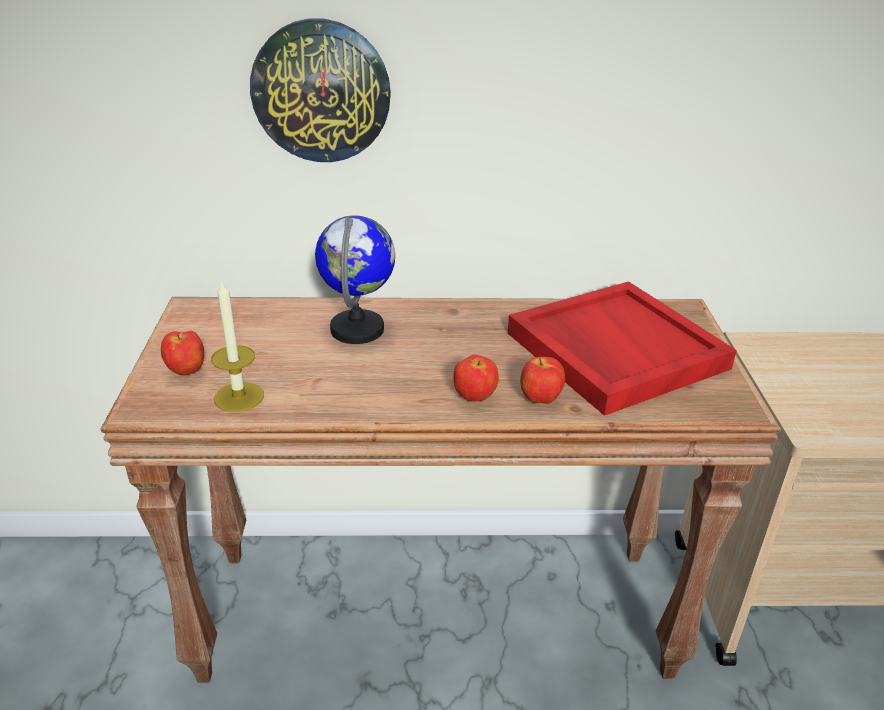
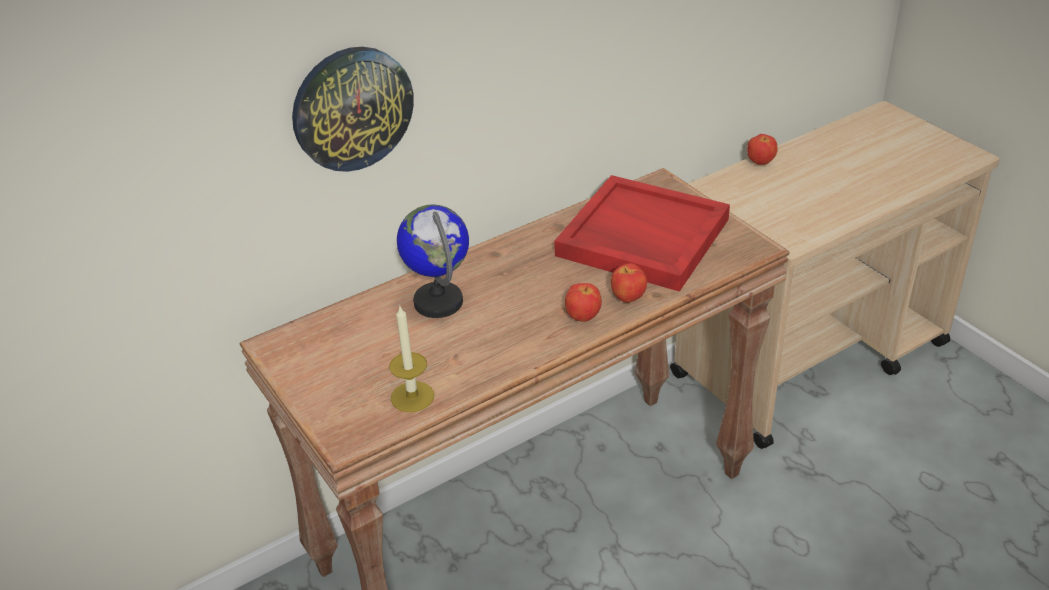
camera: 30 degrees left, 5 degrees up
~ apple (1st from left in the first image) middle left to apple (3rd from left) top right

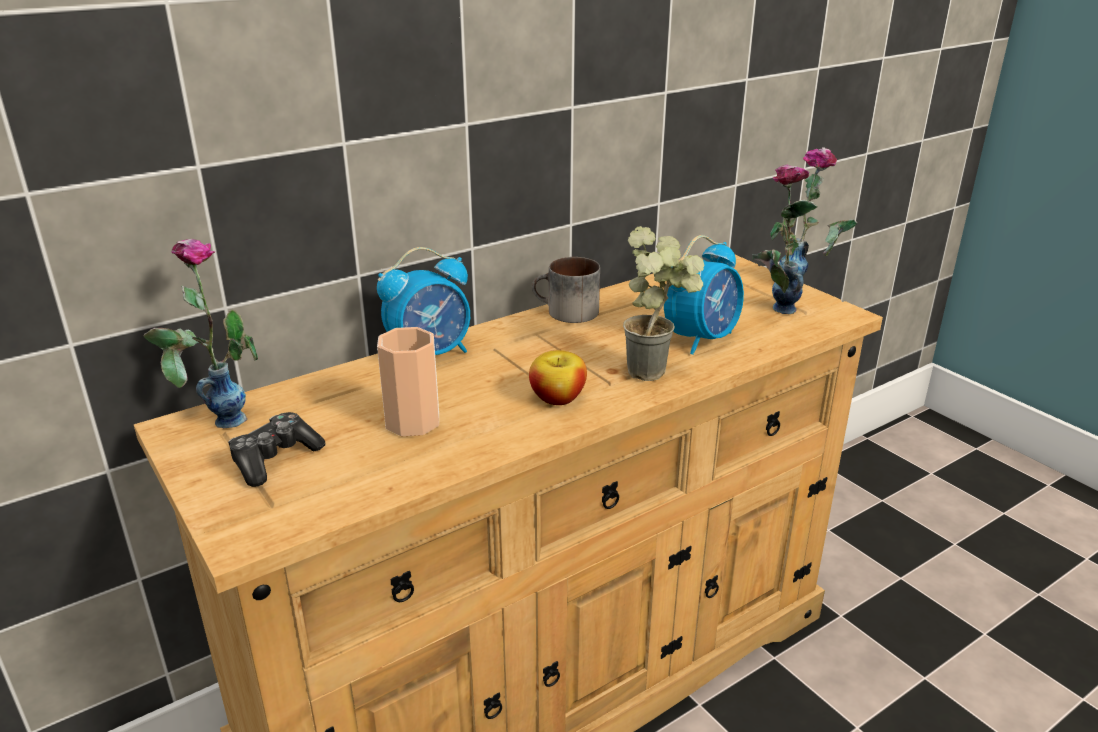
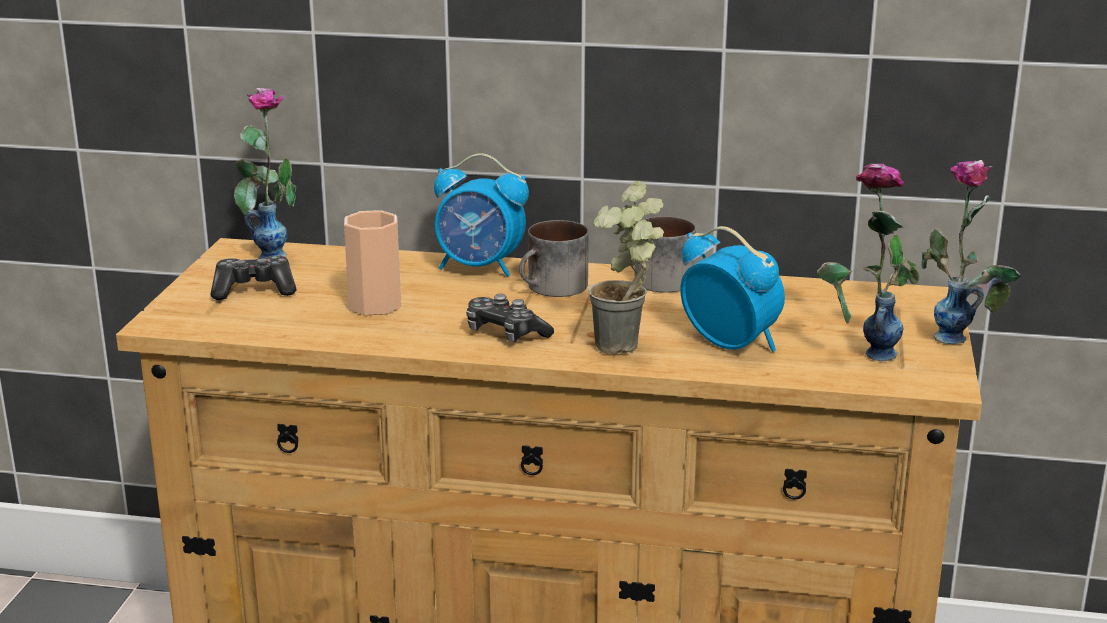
camera: 45 degrees right, 5 degrees down
~ apple centre to game controller (2nd from left) centre
~ alarm clock (2nd from left) centre = centre 135 degrees counterclockwise
+ mug (1st from left) centre

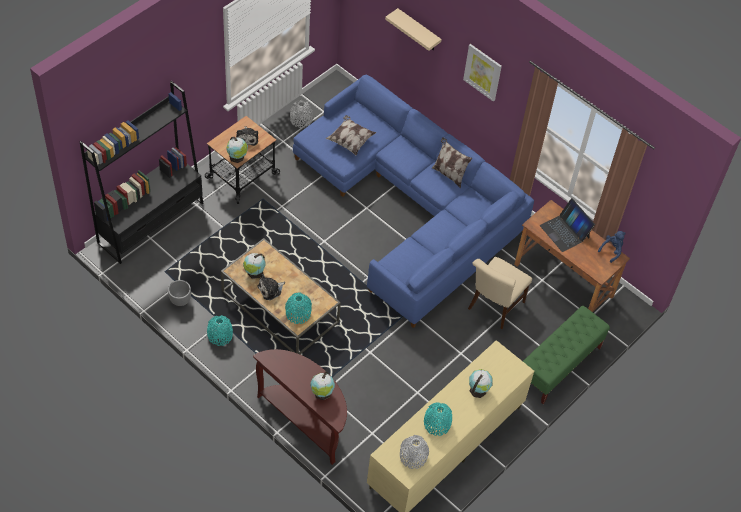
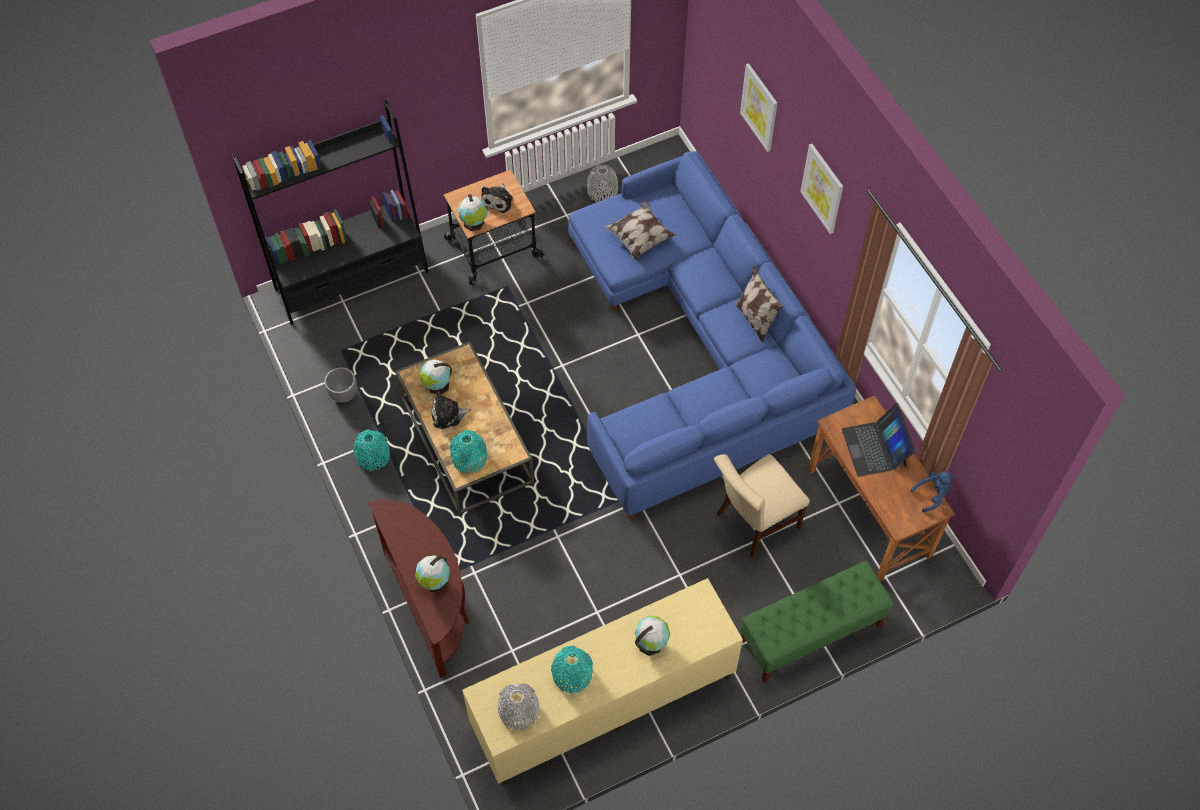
camera: 25 degrees right, 5 degrees up
~ shelf (beige) top centre to picture (1st from left) top centre

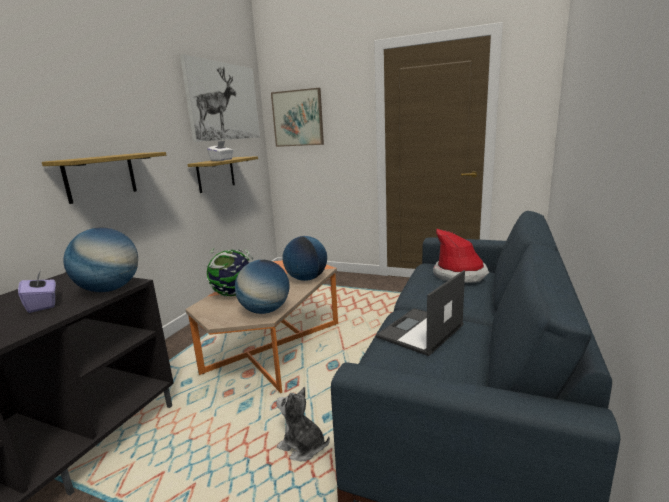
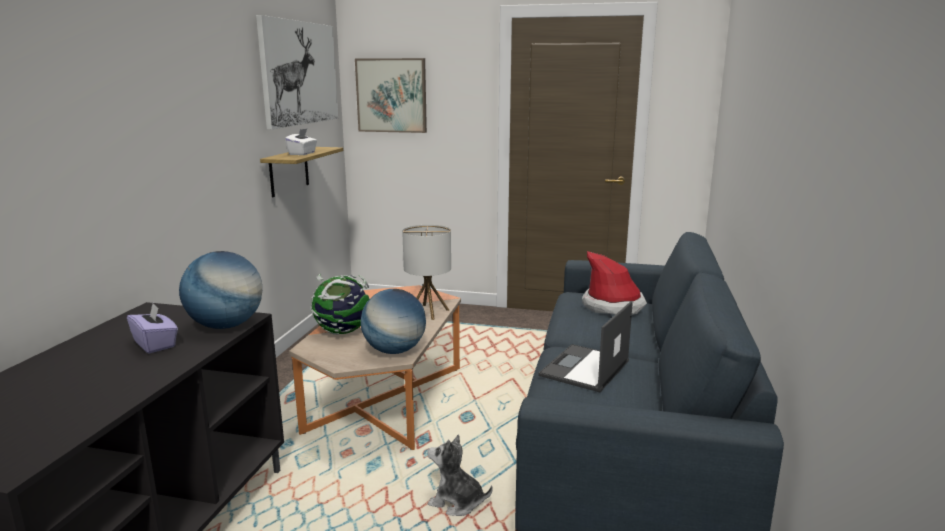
camera: 10 degrees left, 0 degrees up
- shelf (1st from left) middle left
~ globe (4th from left) centre to table lamp centre

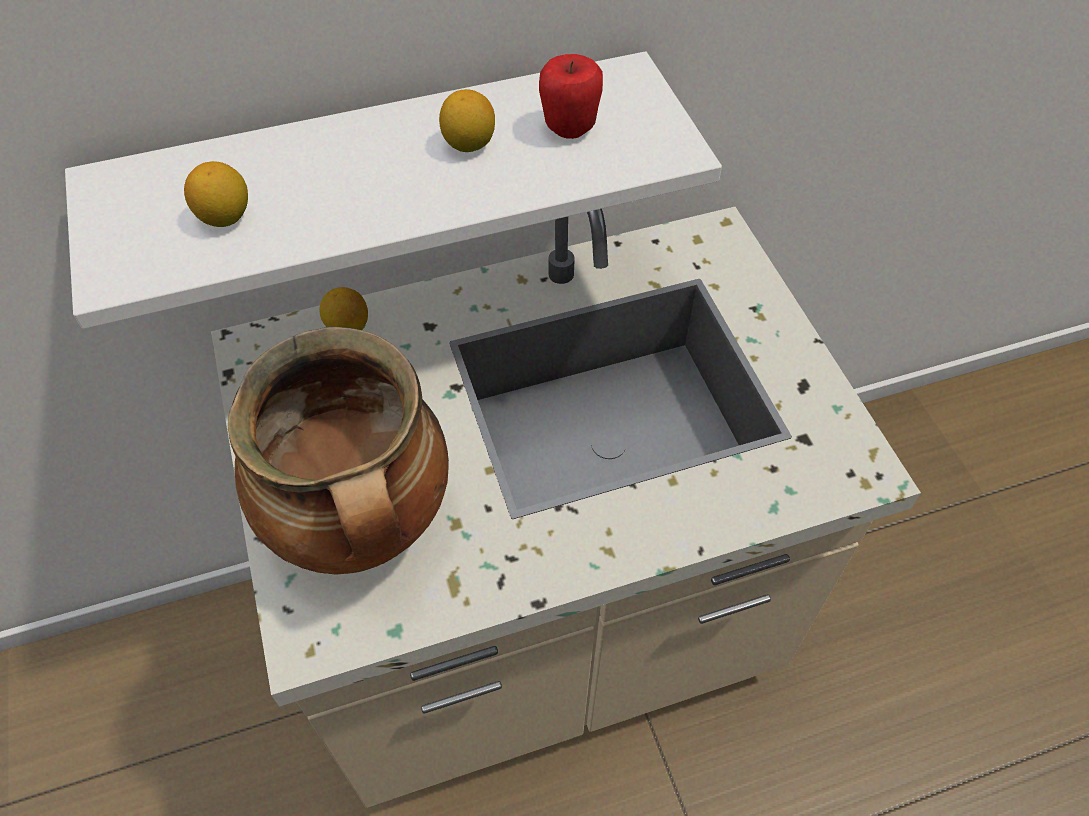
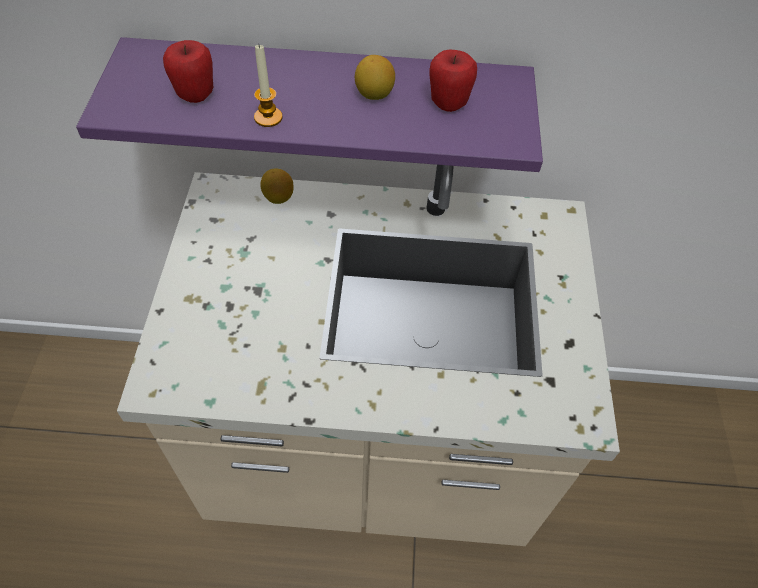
camera: 20 degrees right, 0 degrees up
~ shelf (white) top centre to shelf (purple) top centre
~ lemon (1st from left) top left to apple (1st from left) top left
- cooking pot middle left
+ candle top centre

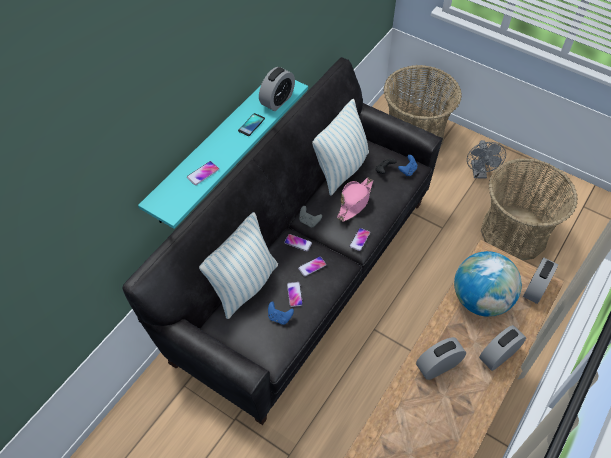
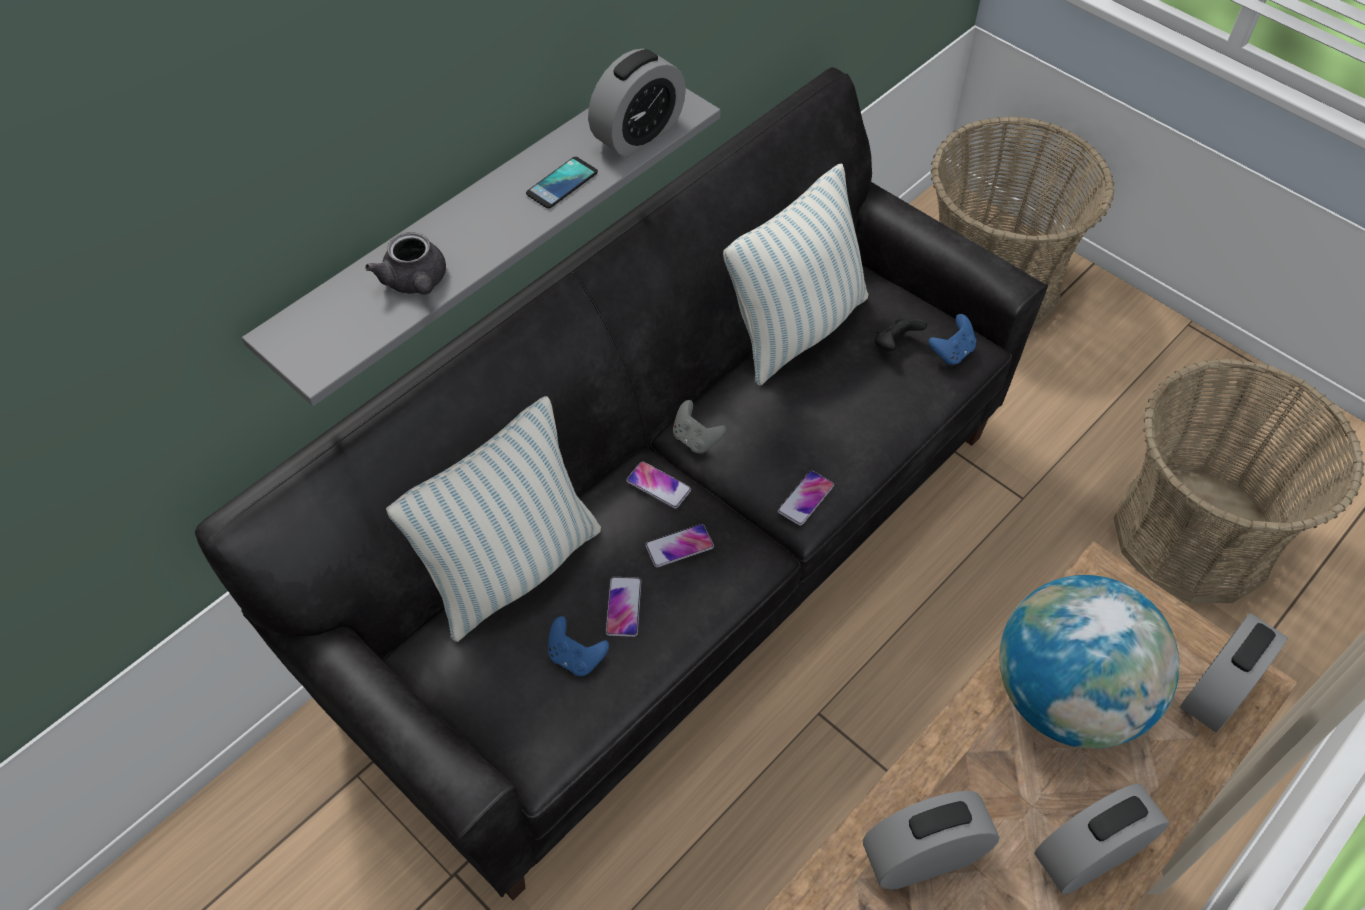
camera: 10 degrees right, 0 degrees up
~ shelf (turquoise) centre to shelf (grey) top centre
~ phone (1st from left) middle left to teapot (grey) top left
- hat (pink) centre
- fan (grey) middle right

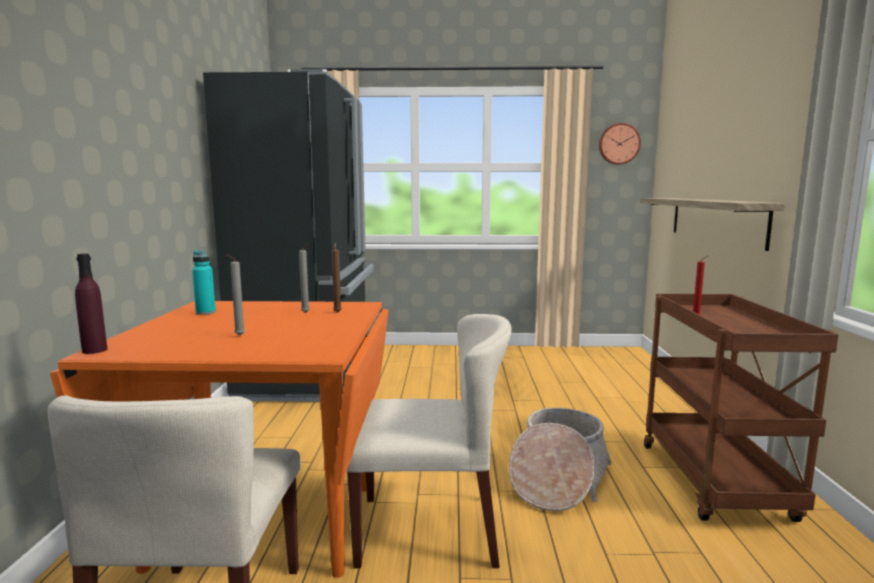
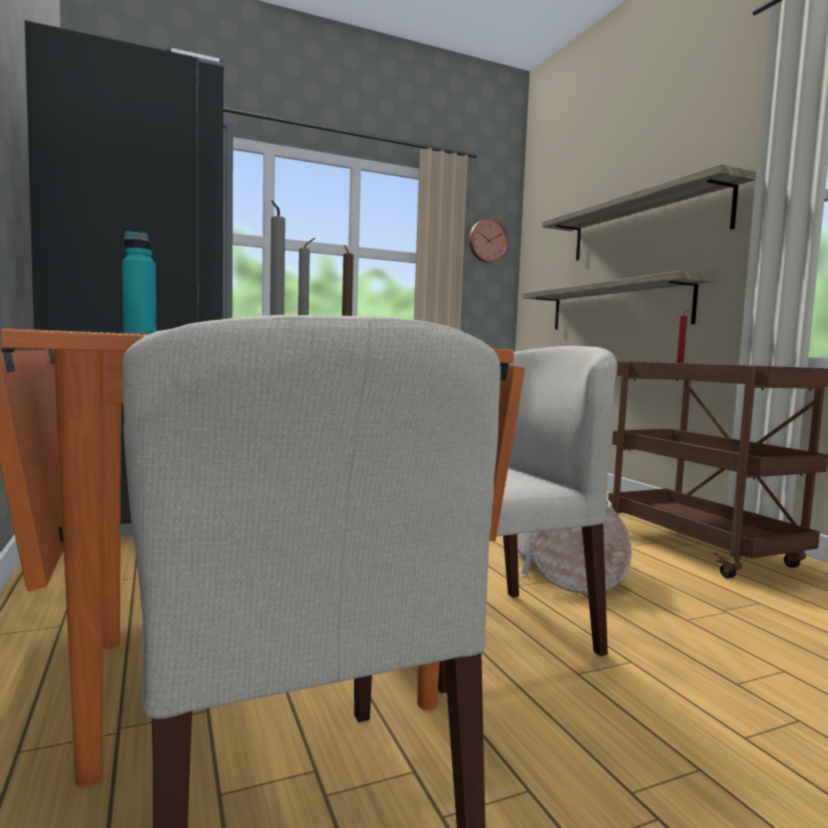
camera: 25 degrees left, 5 degrees down
- bottle (purple) middle left
+ shelf (2nd from left) top right

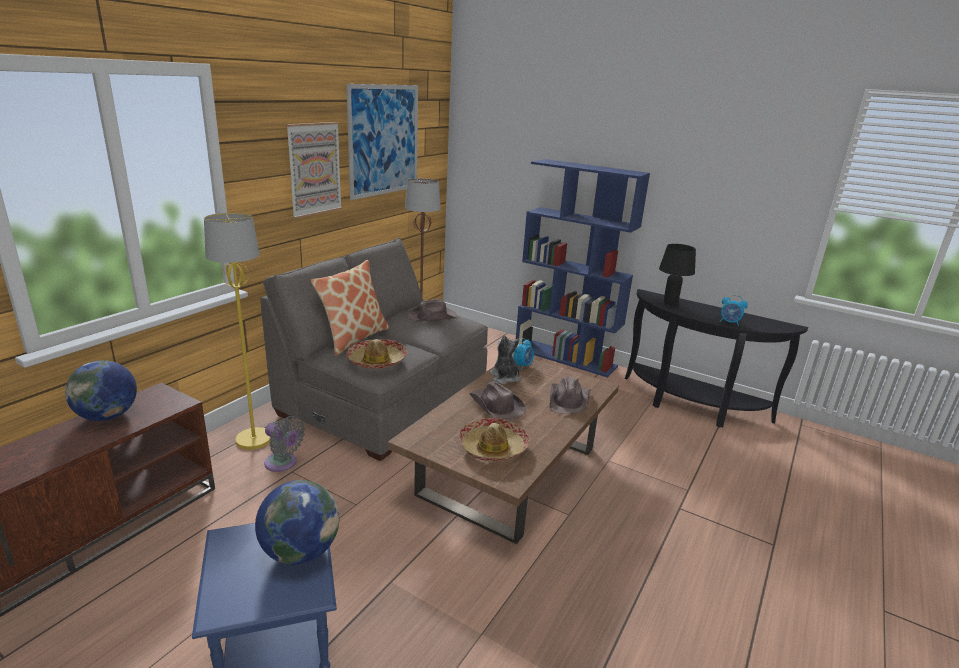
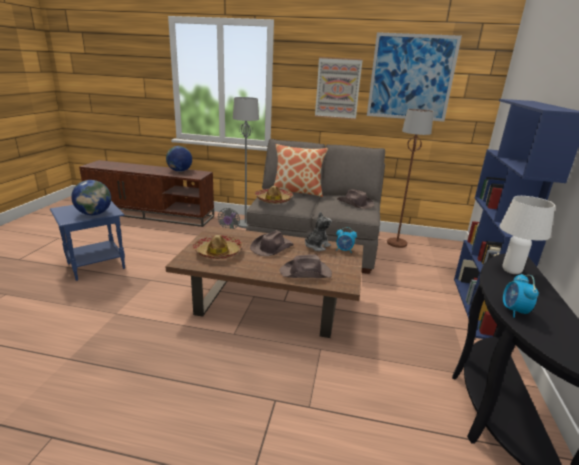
camera: 70 degrees right, 0 degrees up
~ floor lamp (yellow) middle left to floor lamp (grey) centre
~ table lamp (black) middle right to table lamp (white) middle right

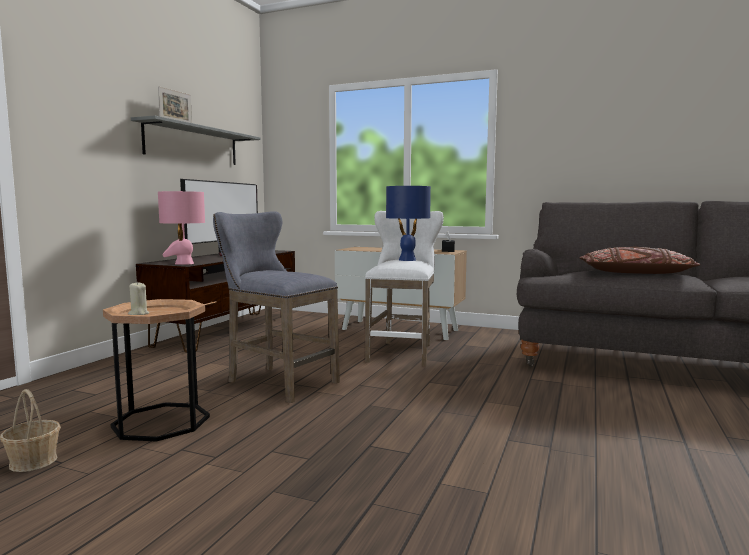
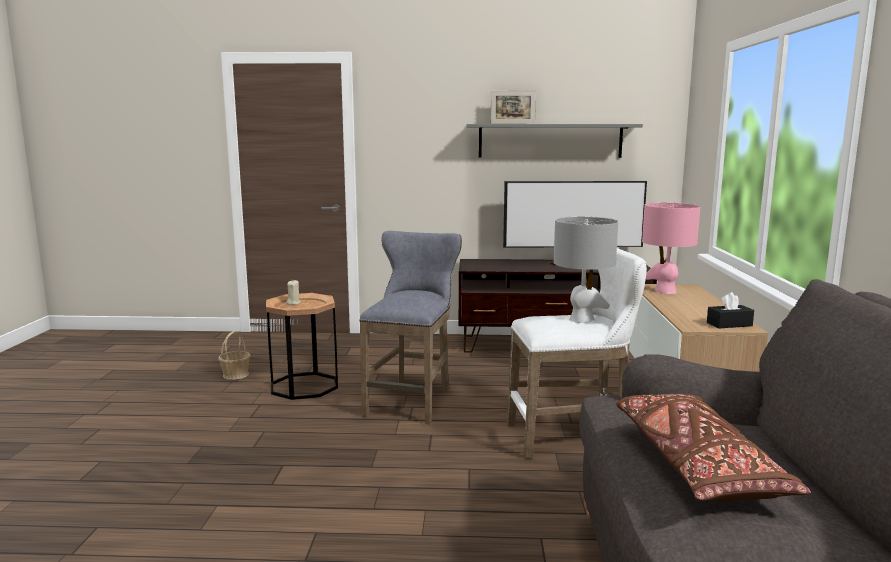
camera: 70 degrees right, 5 degrees up
~ table lamp (pink) middle left to middle right
~ table lamp (blue) centre to table lamp (grey) centre

